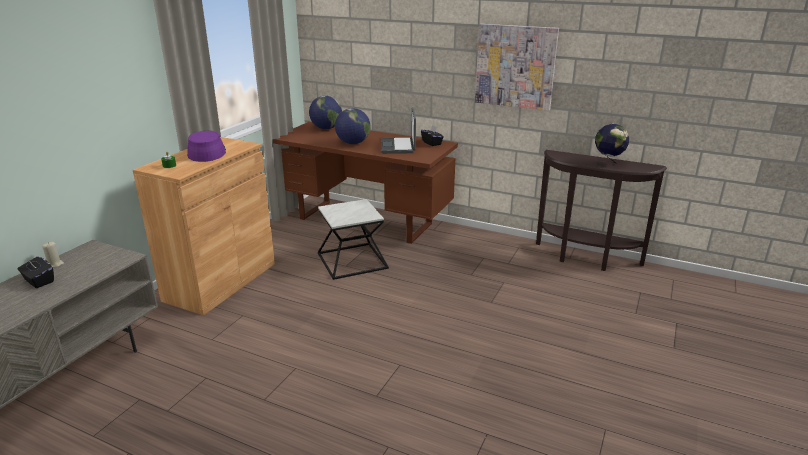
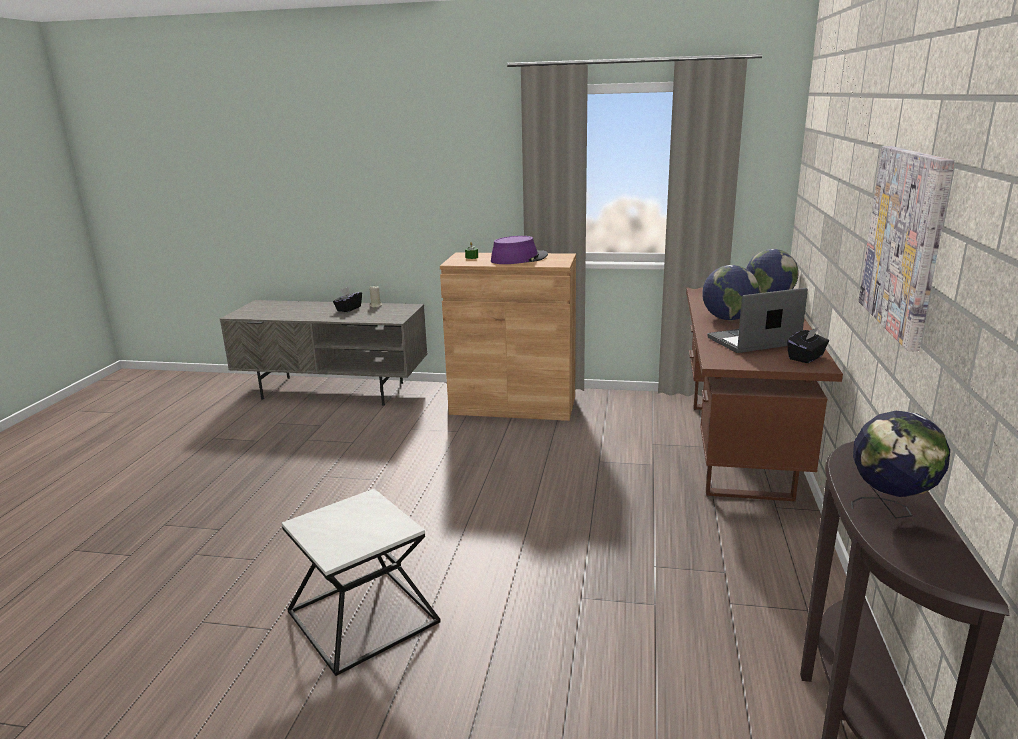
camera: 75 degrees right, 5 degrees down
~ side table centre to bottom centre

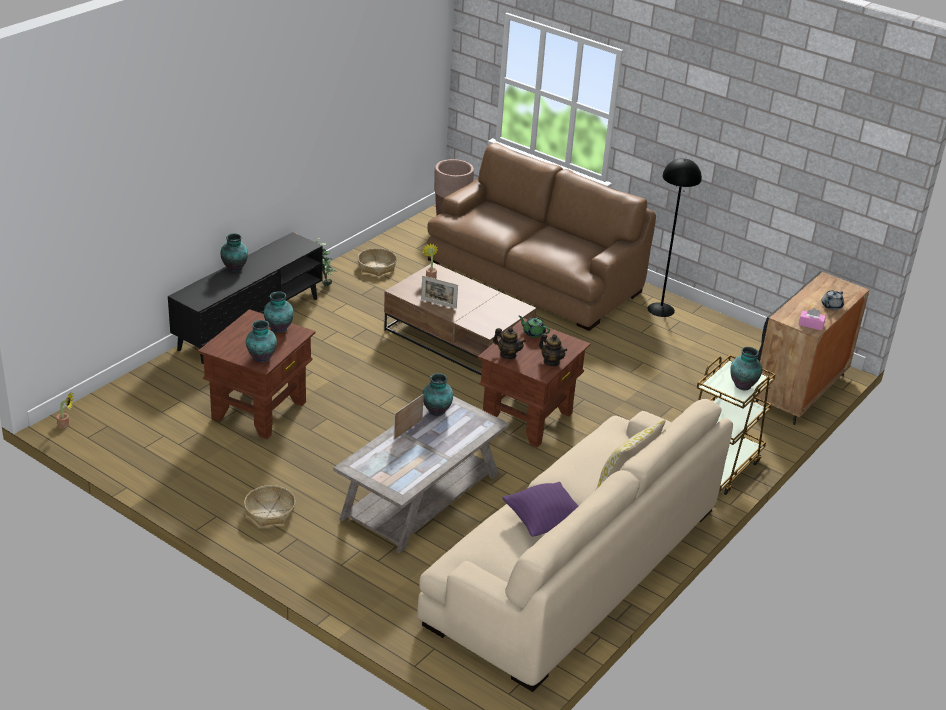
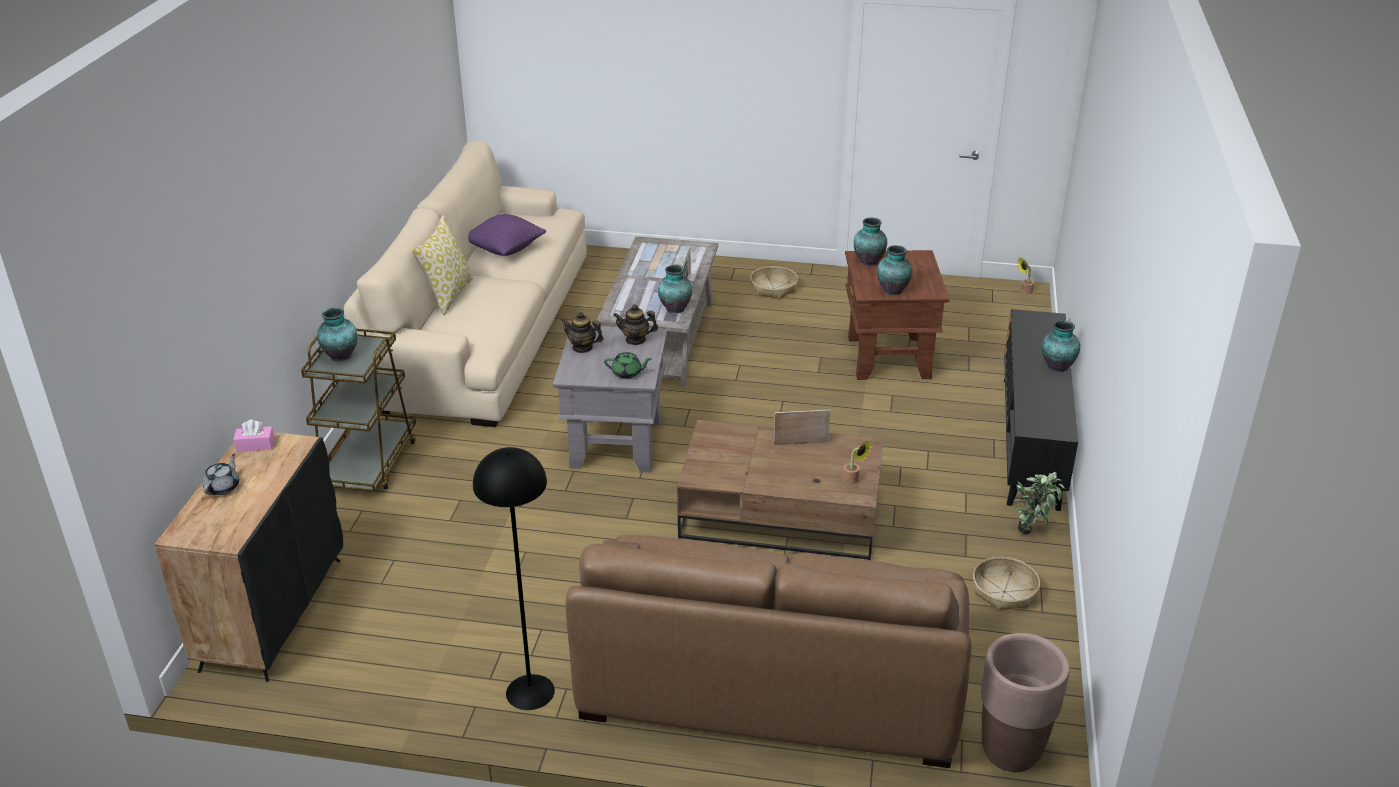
camera: 155 degrees right, 0 degrees up
~ side table (brown) (2nd from left) centre to side table (grey) centre

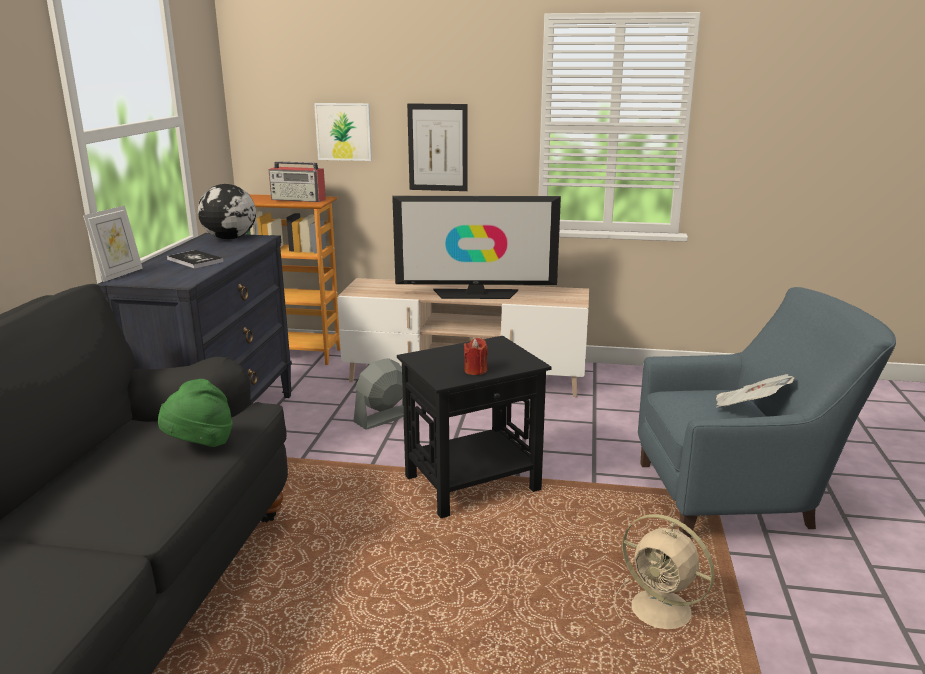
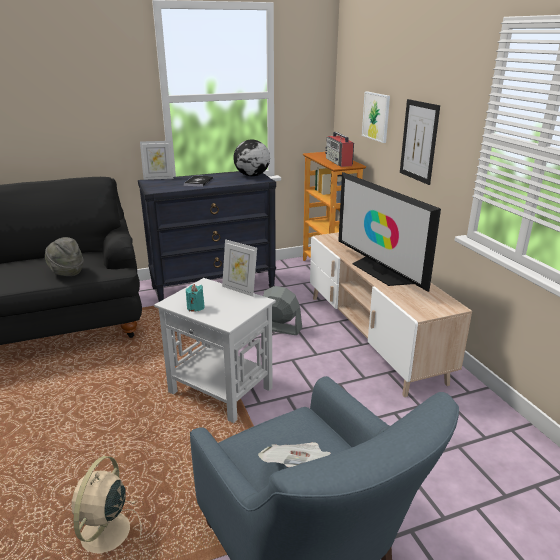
camera: 60 degrees right, 5 degrees up
~ hat (green) middle left to hat (grey) middle left
~ side table (black) centre to side table (white) centre
~ candle (red) centre to candle (turquoise) centre
+ picture frame (2nd from left) centre

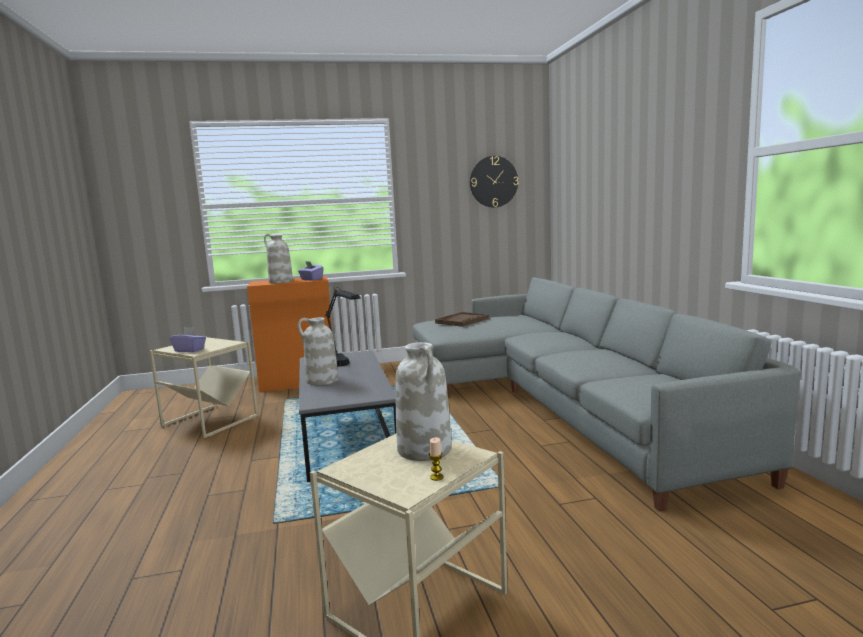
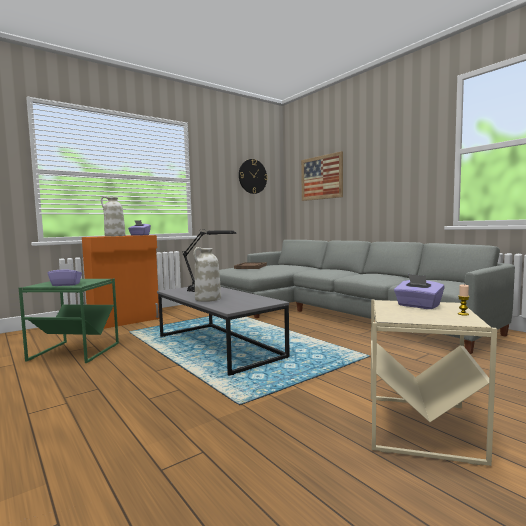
camera: 25 degrees left, 5 degrees down
~ side table (beige) (1st from left) middle left to side table (green) middle left
~ vase (white) (3rd from left) centre to tissue box (purple) (3rd from left) middle right
+ picture centre

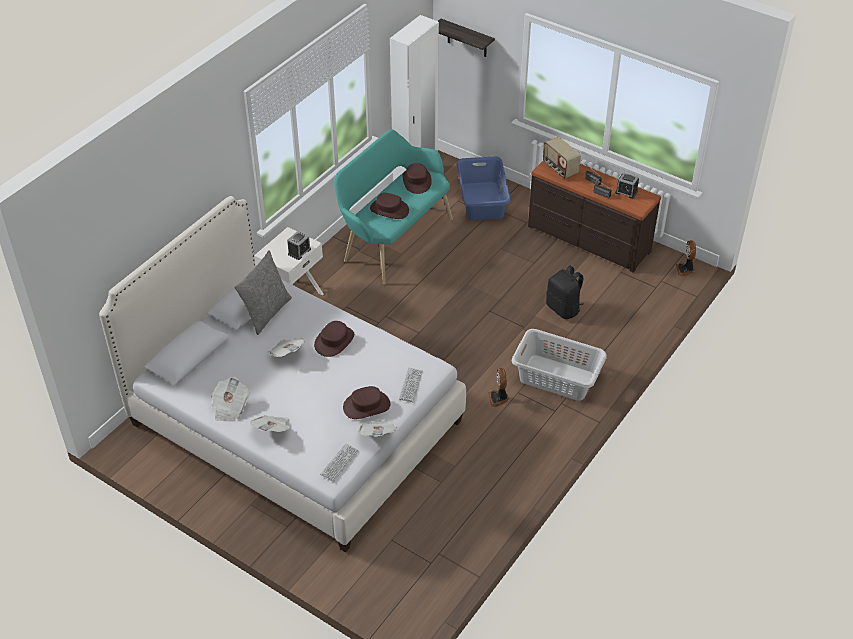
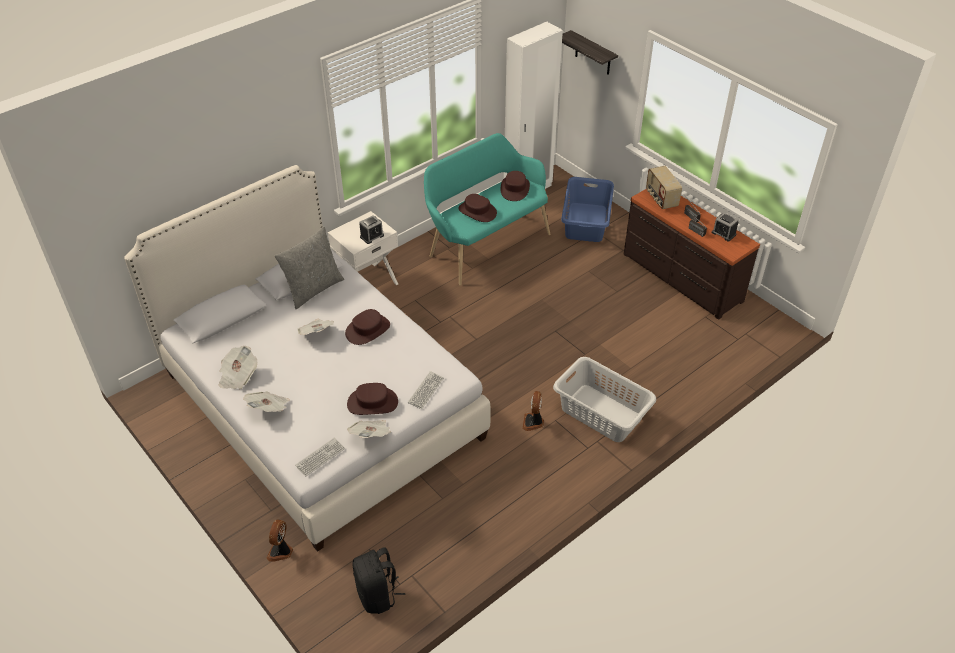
camera: 15 degrees right, 0 degrees up
~ backpack (black) centre to bottom centre
~ fan (2nd from left in the first image) middle right to fan (1st from left) bottom left

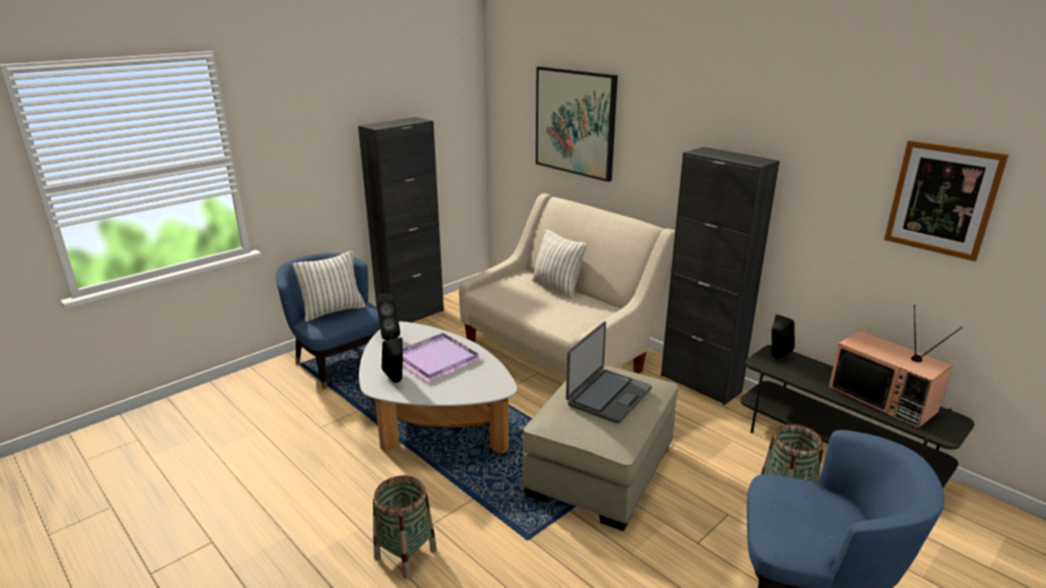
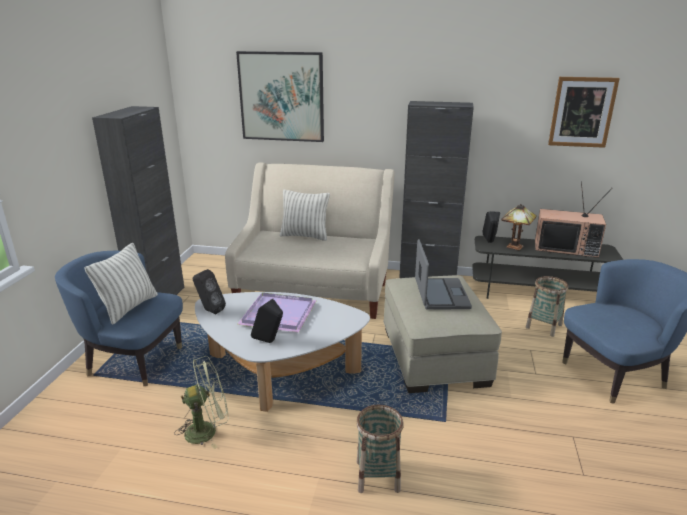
camera: 35 degrees left, 0 degrees up
+ fan (green) bottom left
+ table lamp middle right

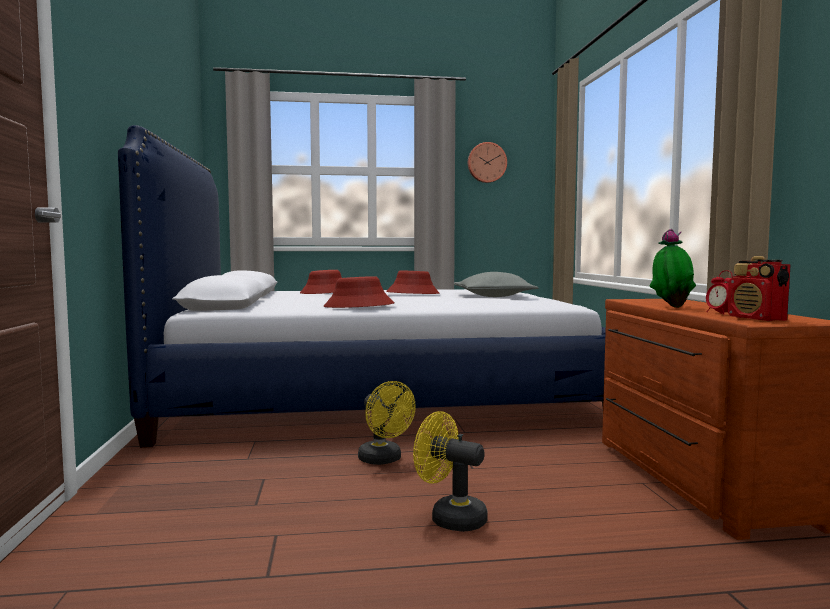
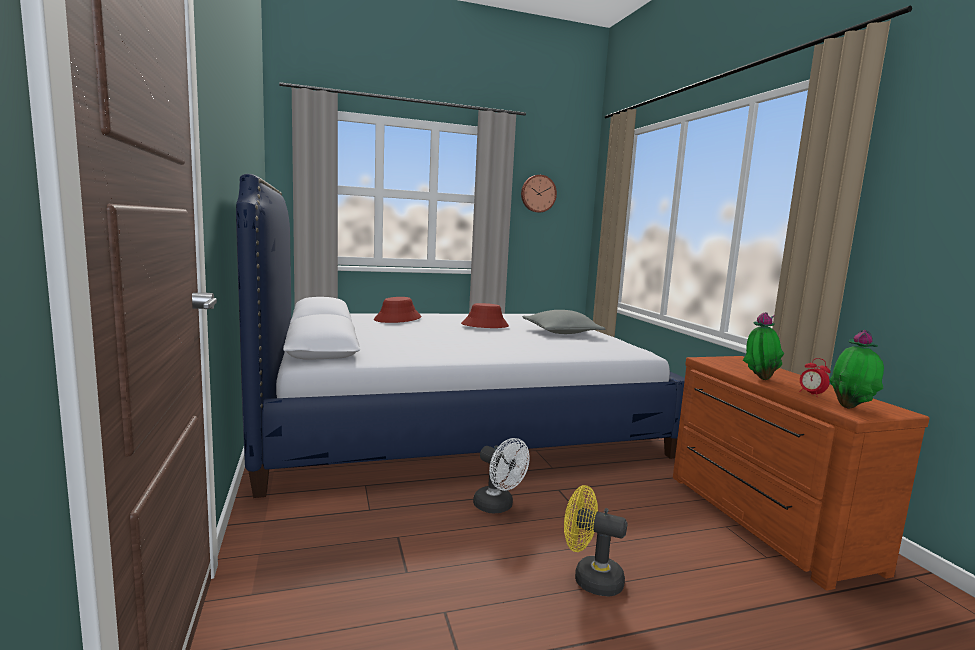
camera: 10 degrees left, 5 degrees up
- hat (red) (2nd from left) centre
~ fan (yellow) (1st from left) bottom centre to fan (white) bottom centre
~ radio middle right to potted plant (2nd from left) middle right

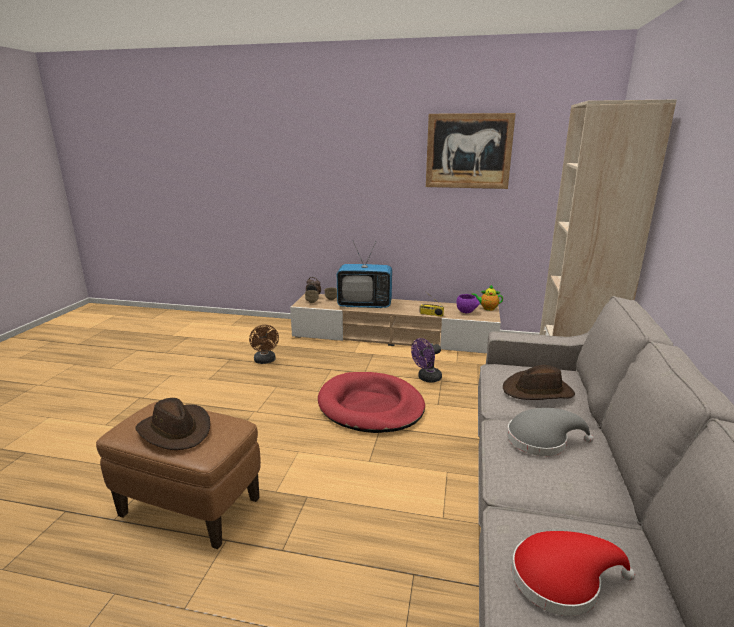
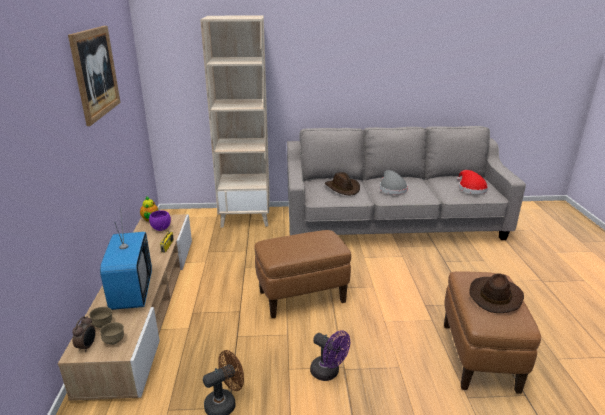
camera: 105 degrees left, 5 degrees up
~ dog bed (red) centre to ottoman (brown) (1st from left) centre
~ fan (purple) centre to bottom centre

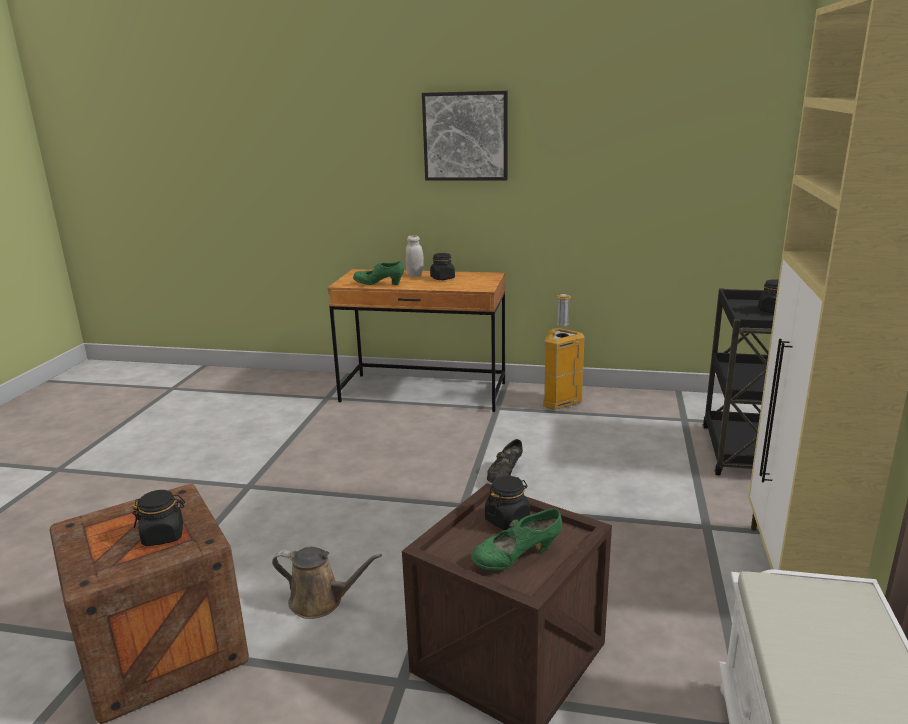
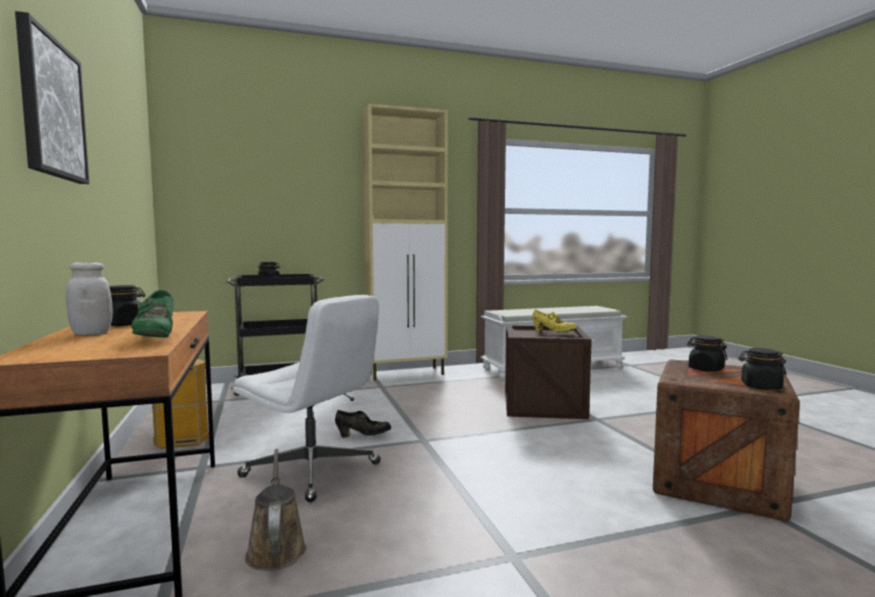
camera: 120 degrees left, 15 degrees down
~ watering can (brown) bottom centre to bottom left
~ shoe (green) (2nd from left) bottom centre to shoe (yellow) centre
~ jar (black) (3rd from left in the first image) bottom centre to jar (black) (4th from left) middle right
+ office chair (white) bottom centre

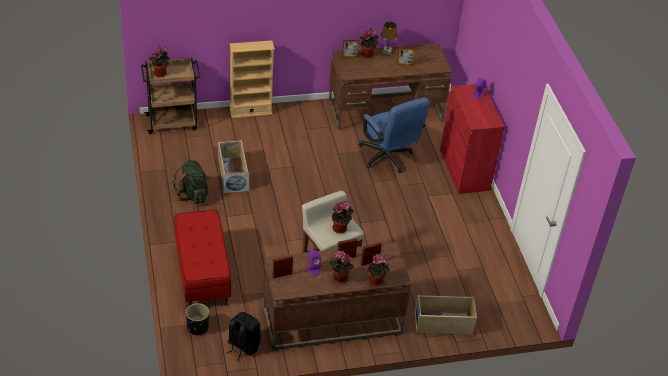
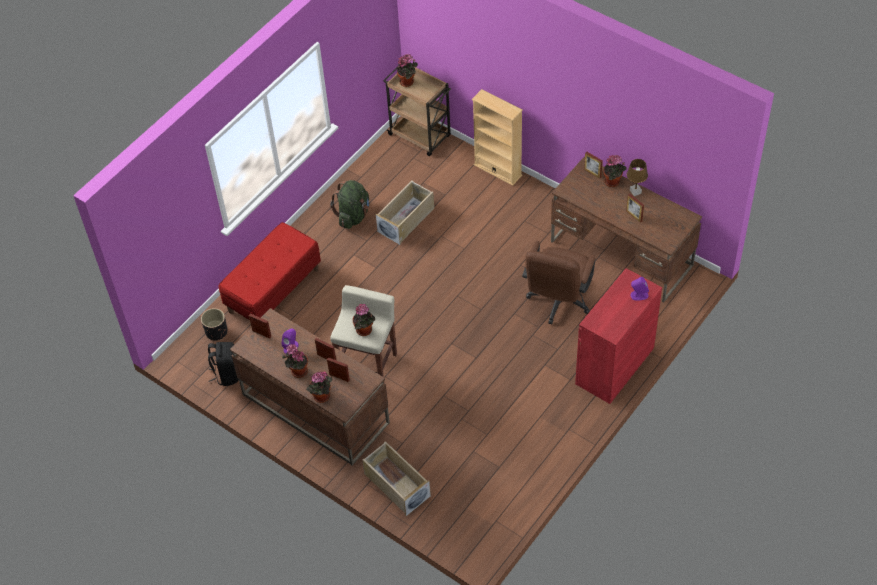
camera: 55 degrees right, 10 degrees up
~ office chair (blue) centre to office chair (brown) centre

